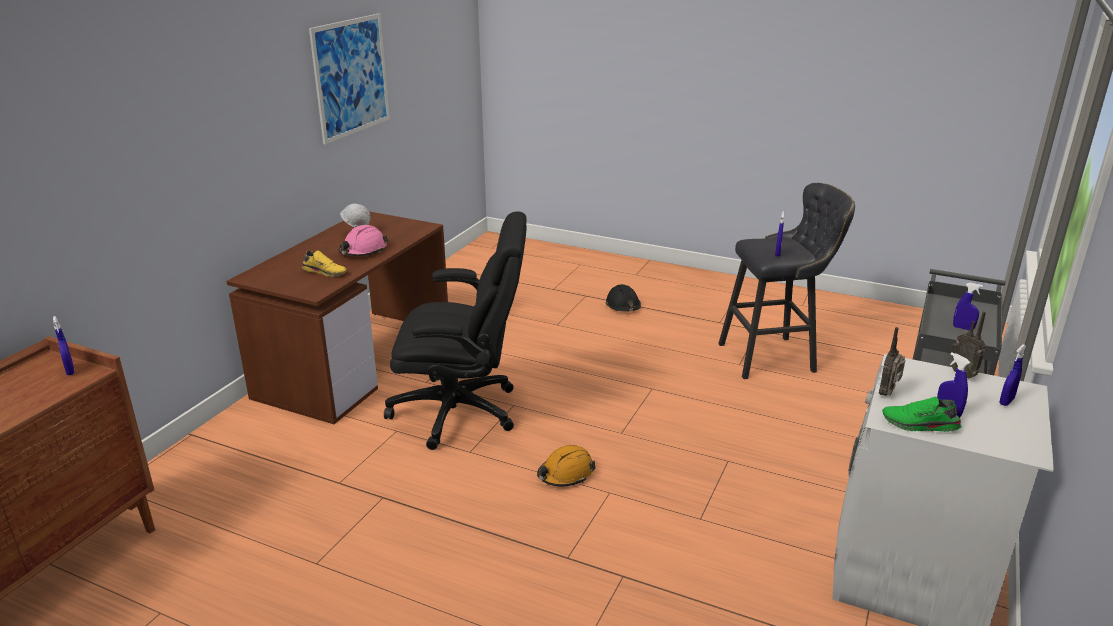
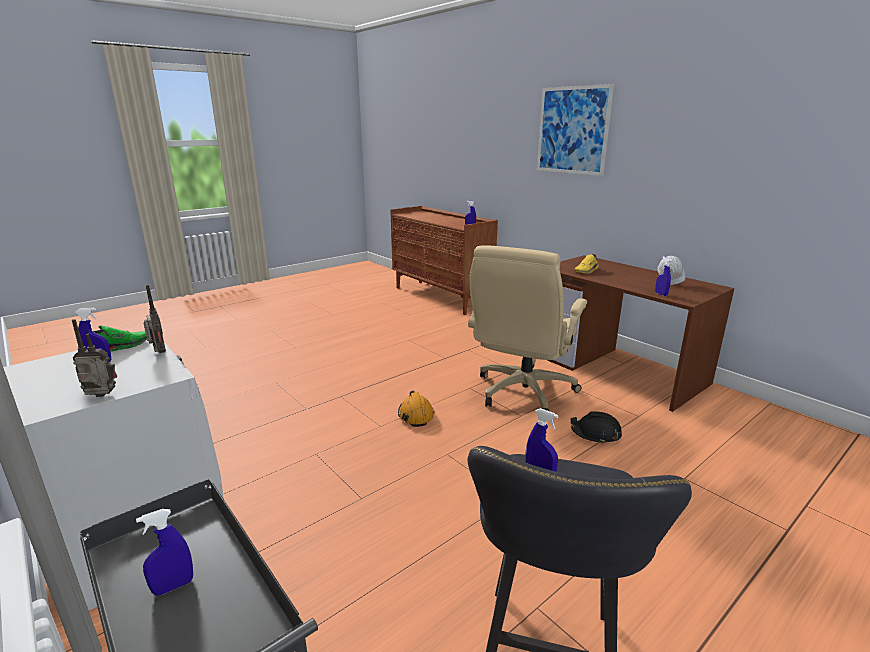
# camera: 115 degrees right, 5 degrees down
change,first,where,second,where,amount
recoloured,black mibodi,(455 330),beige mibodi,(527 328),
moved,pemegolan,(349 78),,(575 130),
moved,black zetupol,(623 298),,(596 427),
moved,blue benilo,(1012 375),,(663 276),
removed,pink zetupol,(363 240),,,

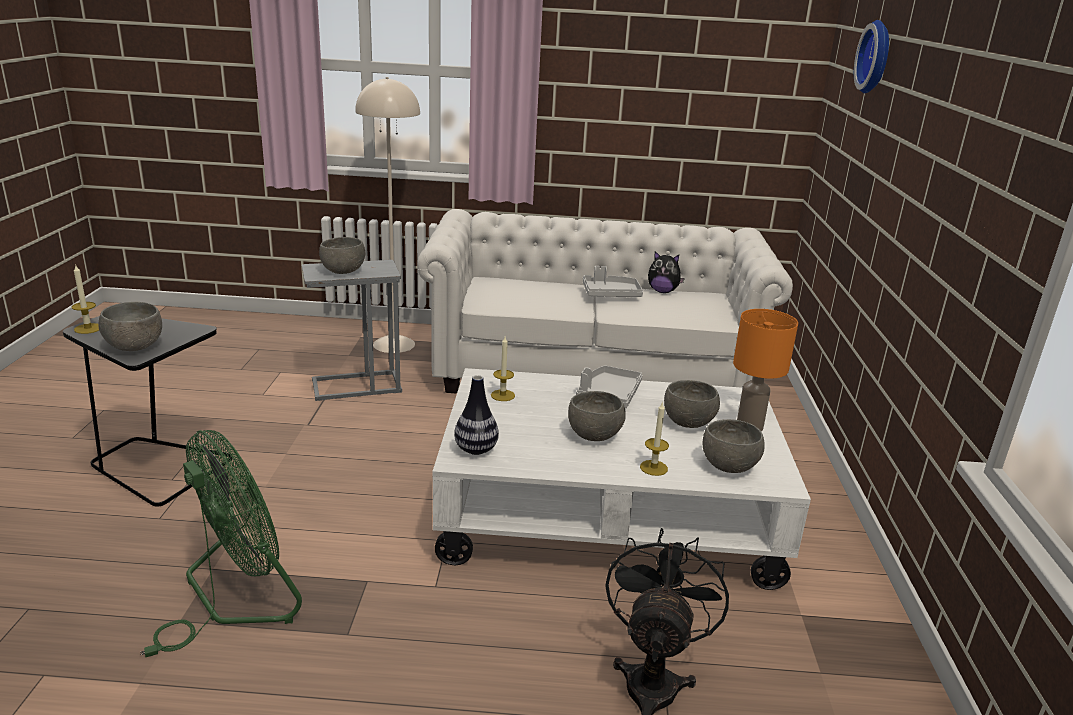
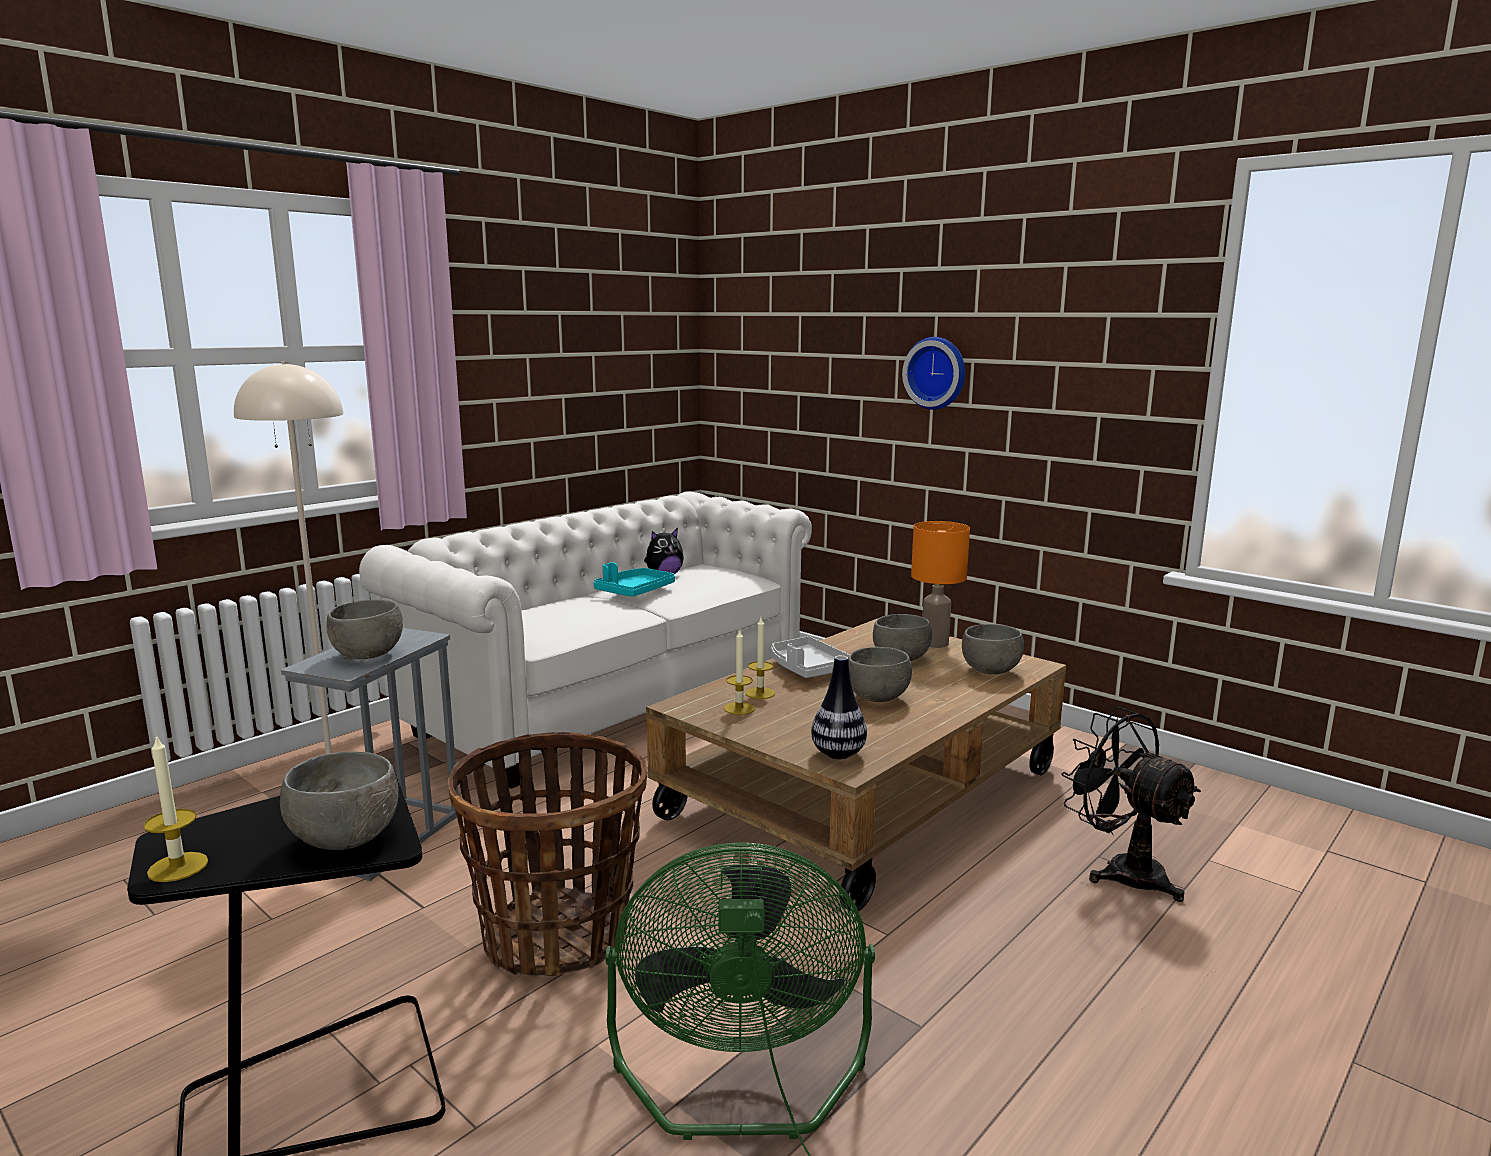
# camera: 50 degrees left, 10 degrees down
change,first,where,second,where,amount
added,,,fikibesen,(547 854),
recoloured,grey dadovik,(613 281),turquoise dadovik,(634 579),
recoloured,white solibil,(621 479),brown solibil,(856 765),
moved,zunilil,(654 438),,(760 658),
moved,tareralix,(871 56),,(933 373),

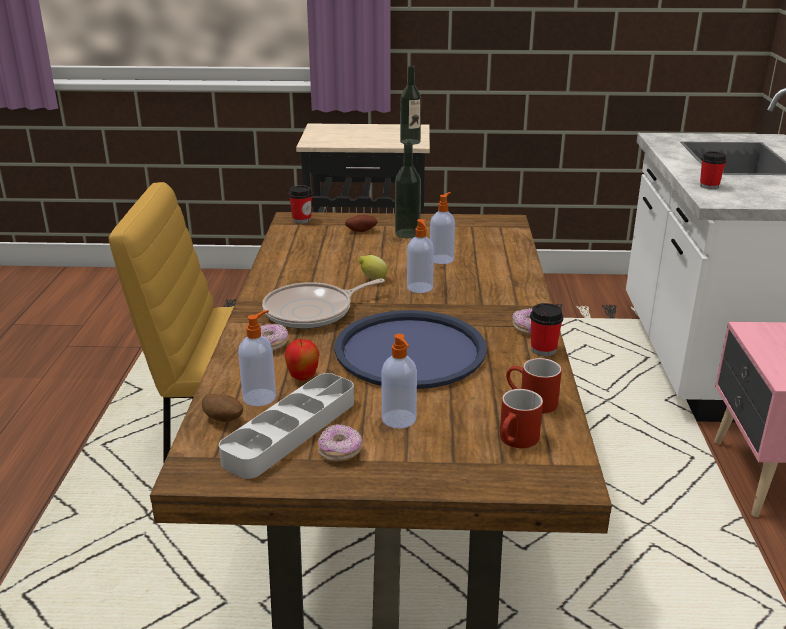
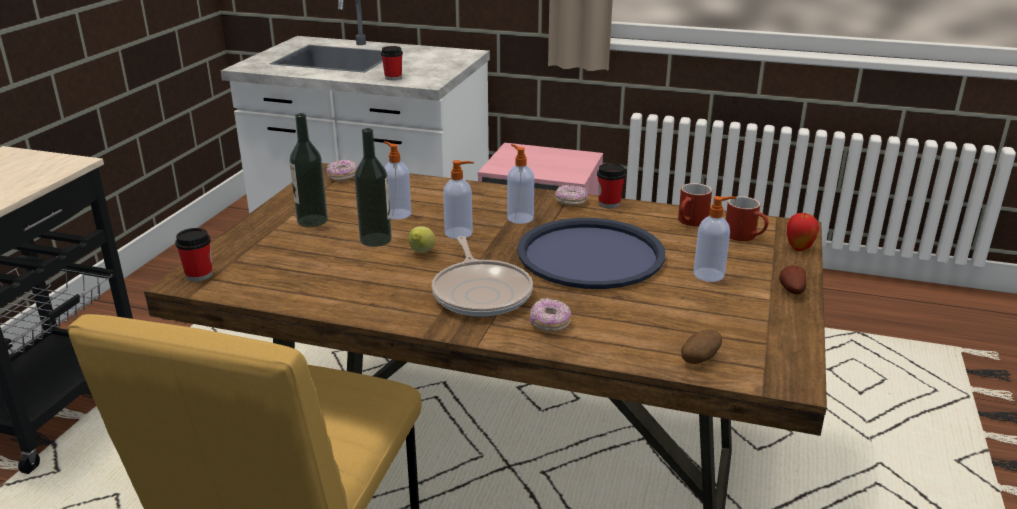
# camera: 75 degrees left, 0 degrees up
change,first,where,second,where,amount
moved,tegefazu,(340 443),,(342 170),
moved,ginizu,(410 105),,(373 187),
moved,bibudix,(257 358),,(520 184),
moved,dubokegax,(361 223),,(792 279),
moved,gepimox,(302 360),,(803 232),
removed,grey dadovik,(286 426),,,

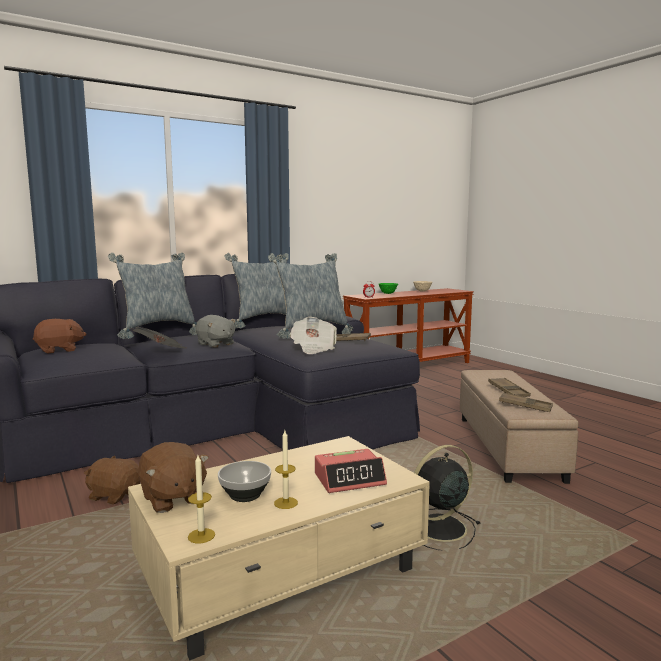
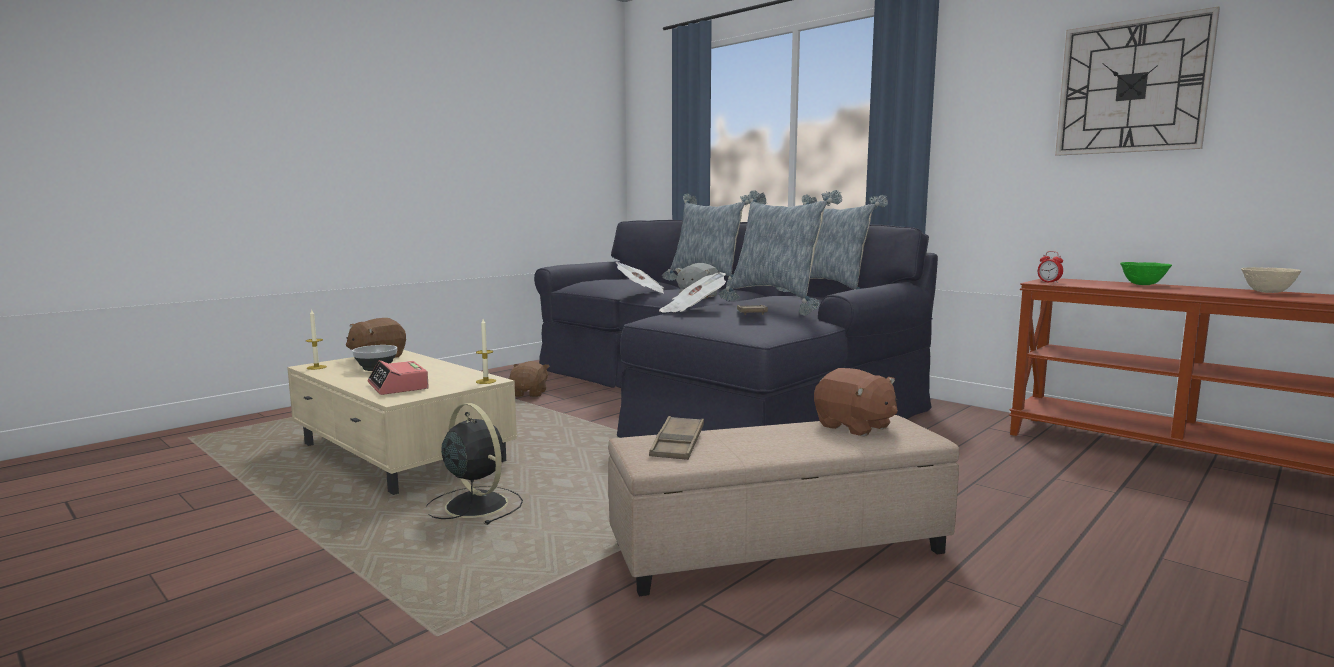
# camera: 75 degrees right, 0 degrees up
change,first,where,second,where,amount
moved,zunilil,(286 470),,(486 351),
moved,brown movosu,(59 336),,(856 402),
added,,,tareralix,(1137 81),
removed,brown dadovik,(509 387),,,

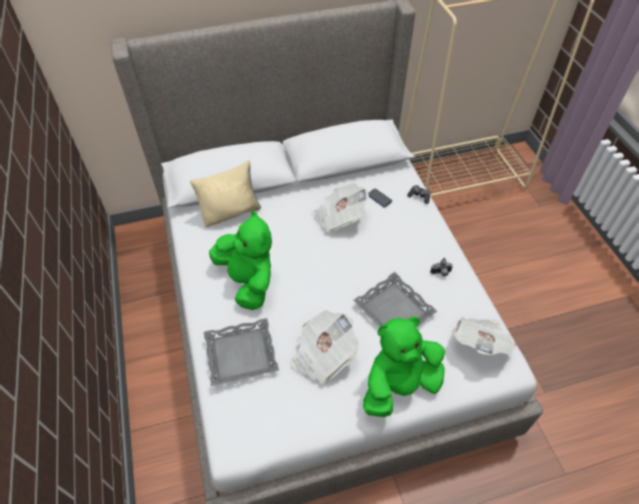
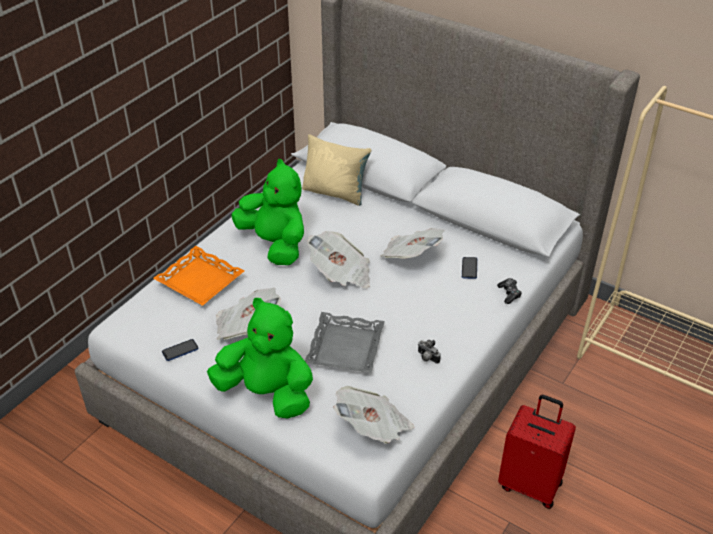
# camera: 50 degrees right, 10 degrees down
change,first,where,second,where,amount
recoloured,grey dadovik,(241 352),orange dadovik,(198 276),
added,,,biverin,(180 350),
turned,green movosu,(240 260),,(267 212),60 degrees counterclockwise
added,,,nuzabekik,(338 259),
added,,,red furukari,(537 452),

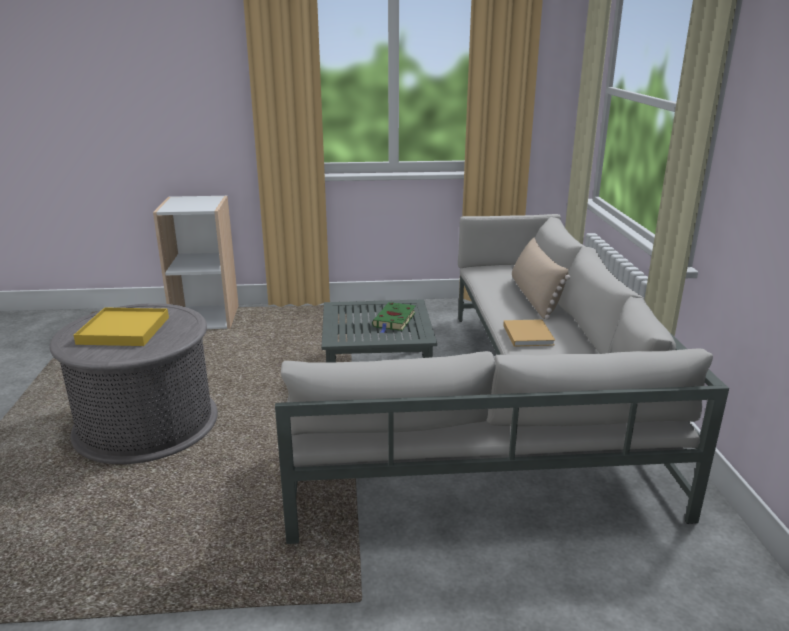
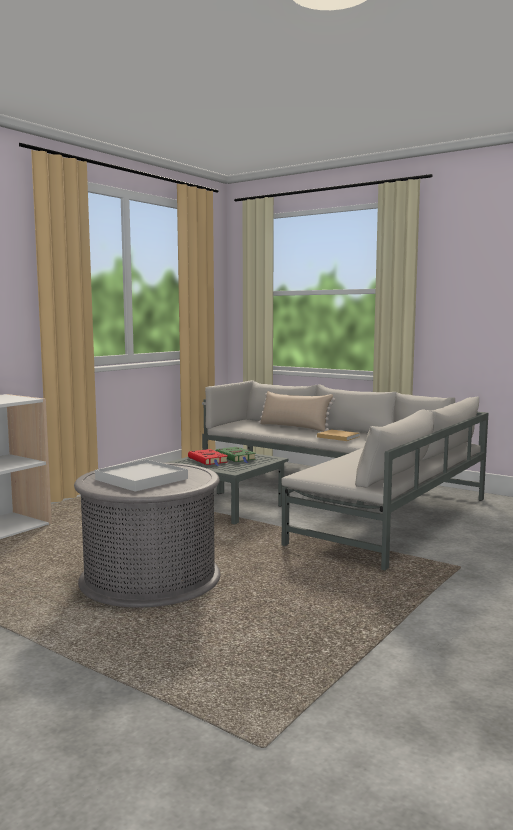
# camera: 50 degrees left, 15 degrees down
change,first,where,second,where,amount
recoloured,yellow dadovik,(121 326),white dadovik,(141 476),
added,,,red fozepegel,(208 457),

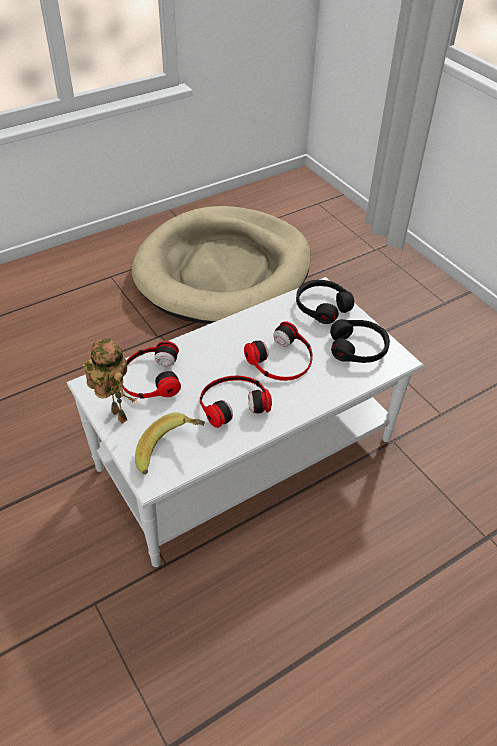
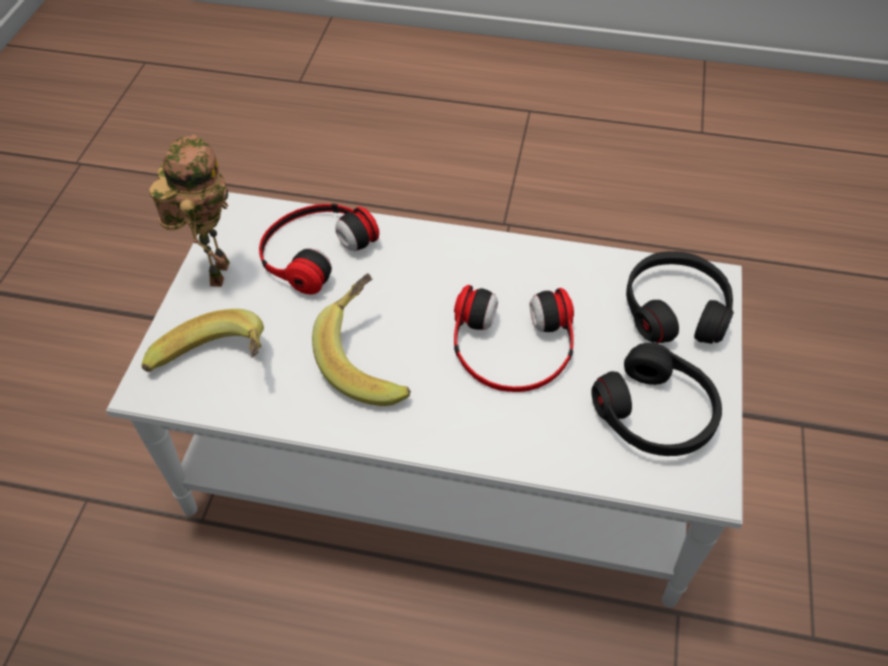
# camera: 45 degrees right, 5 degrees up
change,first,where,second,where,amount
replaced,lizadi,(236 402),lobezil,(361 340),
removed,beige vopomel,(221 265),,,

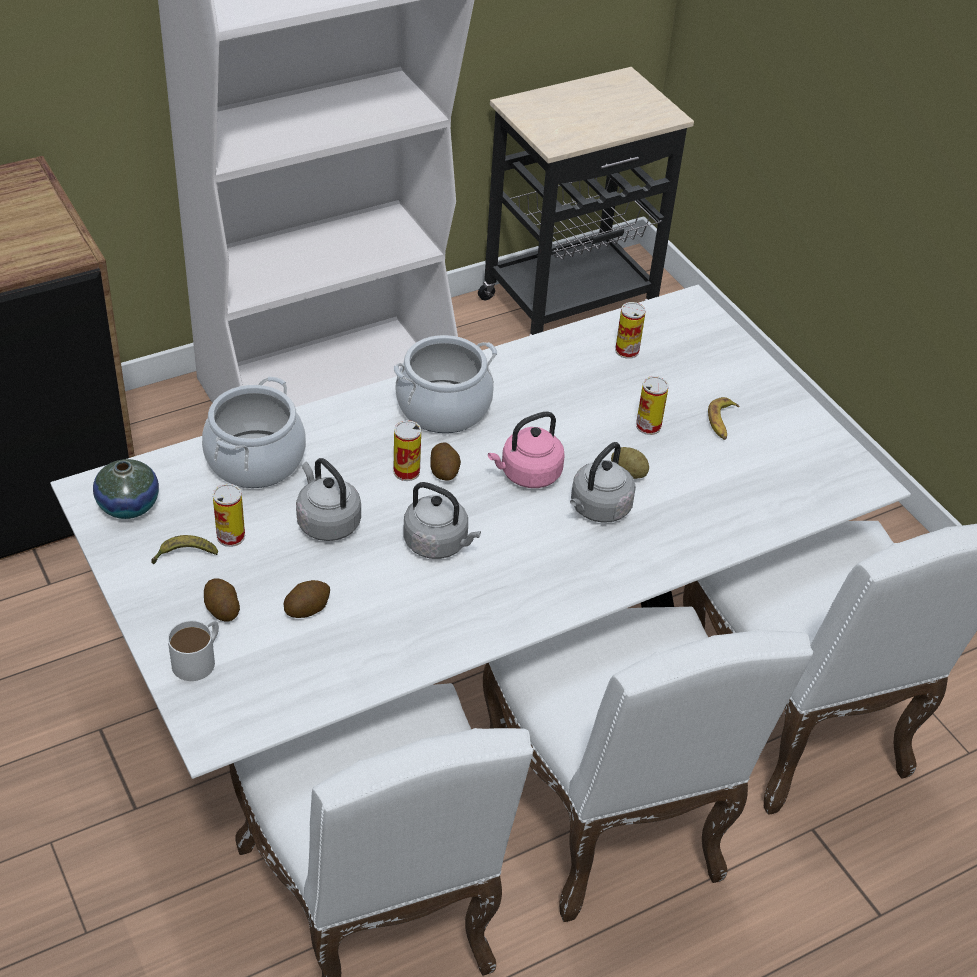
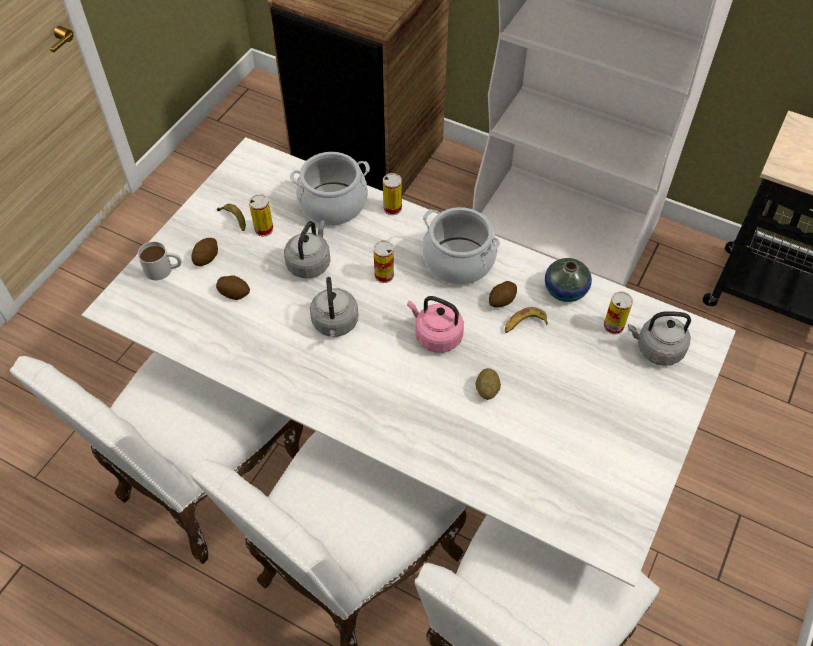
# camera: 60 degrees right, 10 degrees up
change,first,where,second,where,amount
moved,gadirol,(652 405),,(392 194),
moved,dubokegax,(445 461),,(503 294),
moved,lobezil,(724 418),,(526 320),
moved,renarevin,(126 489),,(568 280),
moved,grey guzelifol,(603 482),,(659 338),

